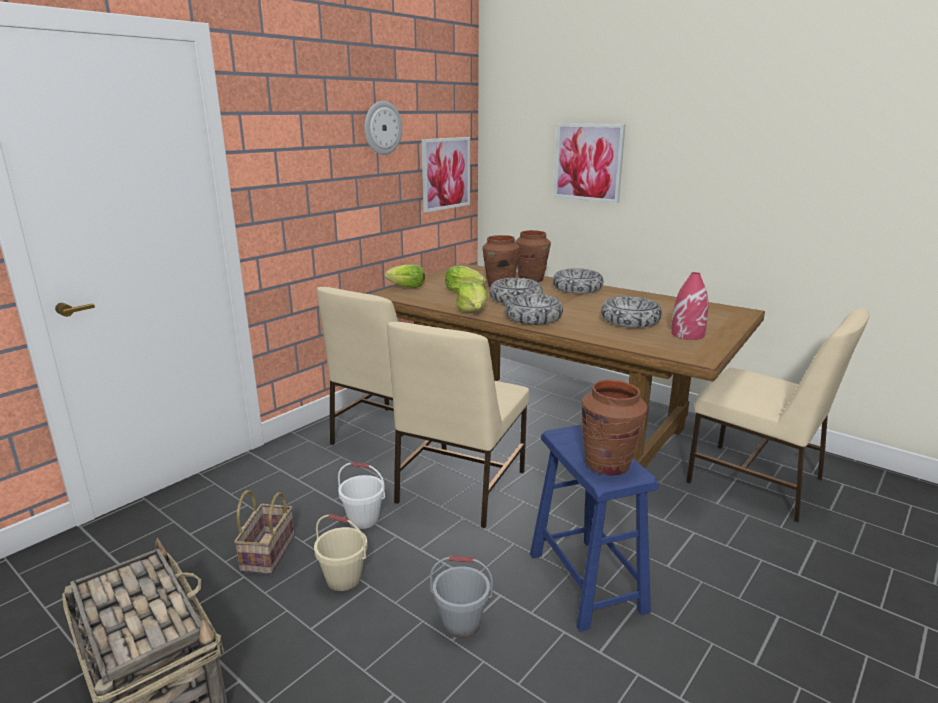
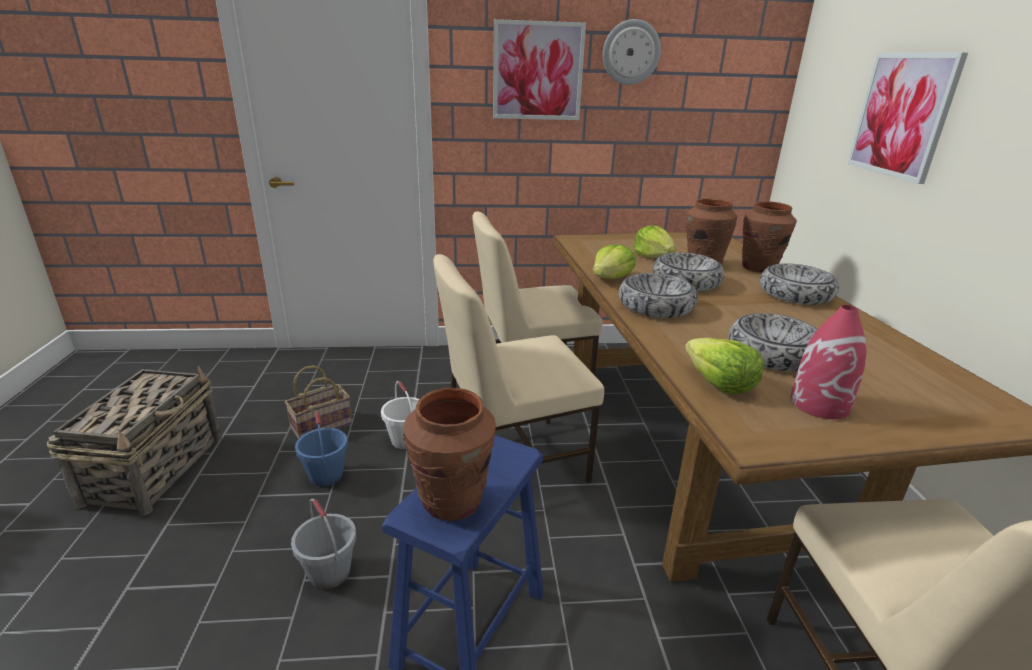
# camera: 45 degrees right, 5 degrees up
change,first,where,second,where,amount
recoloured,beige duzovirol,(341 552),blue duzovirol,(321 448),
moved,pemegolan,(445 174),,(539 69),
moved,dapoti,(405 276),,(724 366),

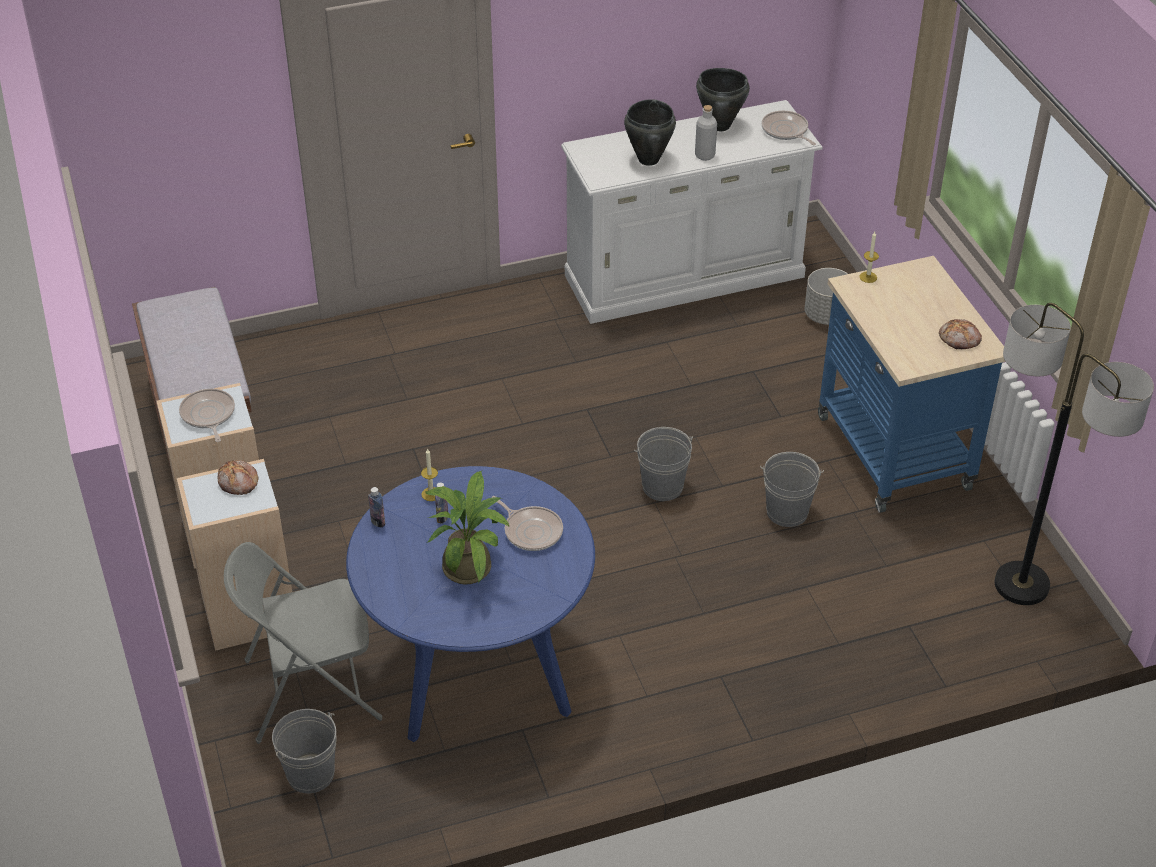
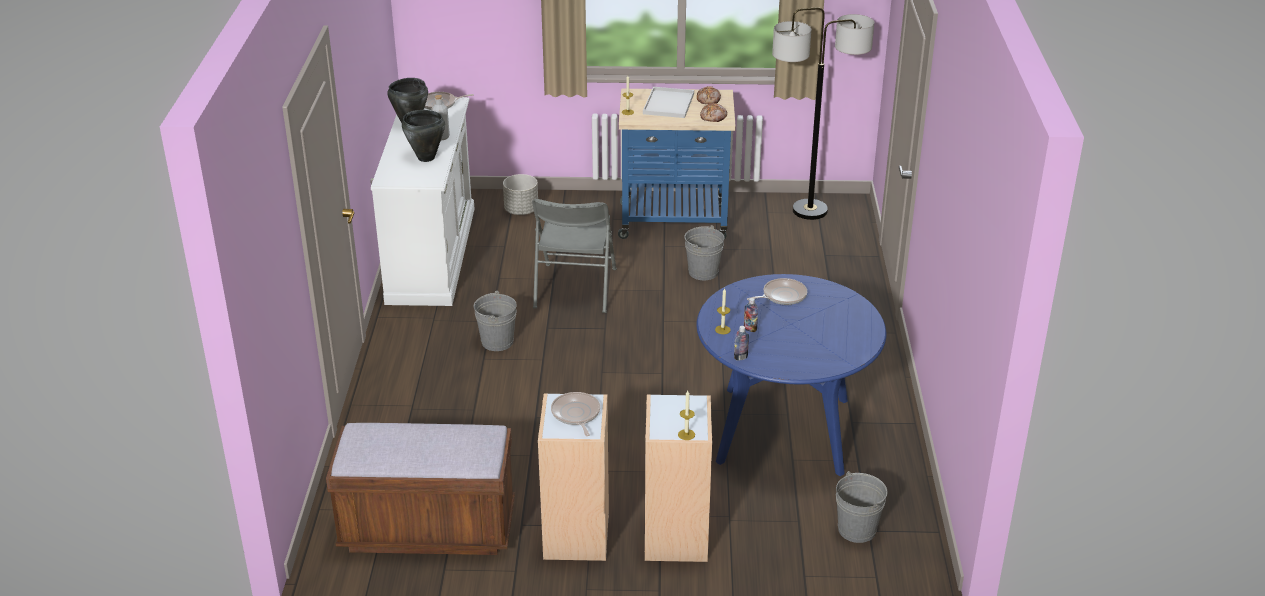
# camera: 70 degrees left, 10 degrees down
change,first,where,second,where,amount
moved,grey duzovirol,(663 464),,(495 321),
moved,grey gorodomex,(303 643),,(574 256),
turned,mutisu,(207 415),,(575 414),75 degrees clockwise
added,,,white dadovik,(668 102),
added,,,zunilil,(686 415),
moved,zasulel,(238 477),,(713 112),
removed,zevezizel,(467 527),,,

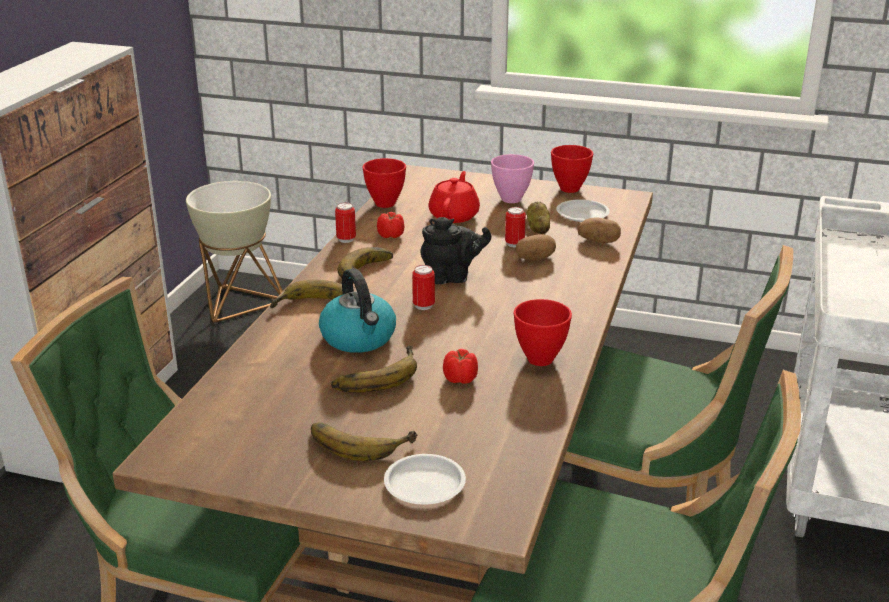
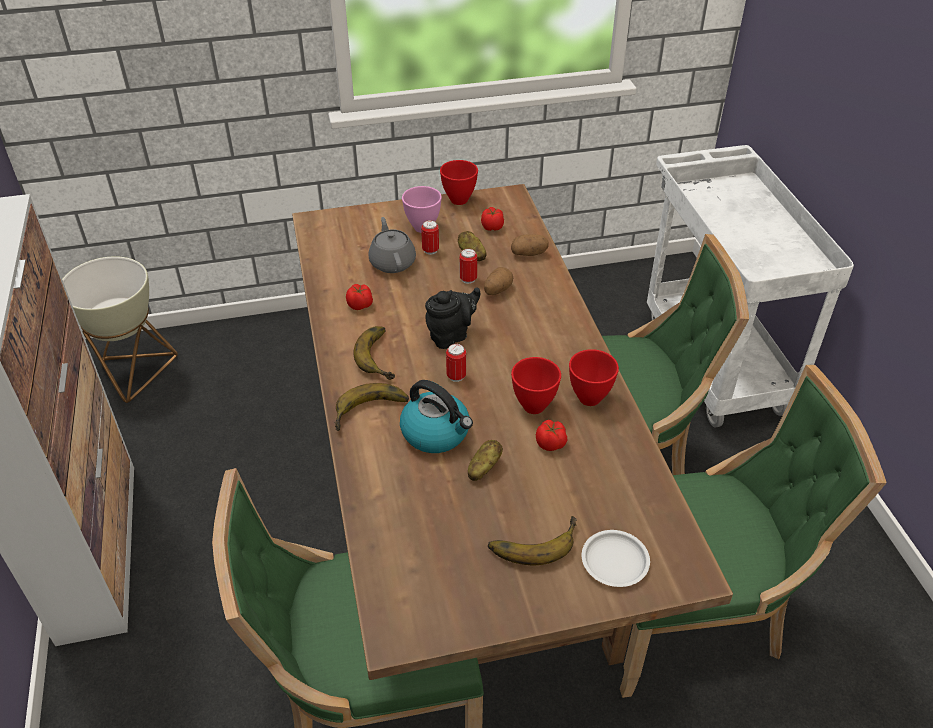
# camera: 30 degrees left, 15 degrees up
change,first,where,second,where,amount
recoloured,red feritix,(454 197),grey feritix,(392 245),
moved,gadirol,(345 223),,(430 237),
replaced,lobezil,(374 369),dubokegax,(485 460),
replaced,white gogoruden,(583 210),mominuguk,(492 219),
moved,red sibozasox,(384 183),,(536 385),

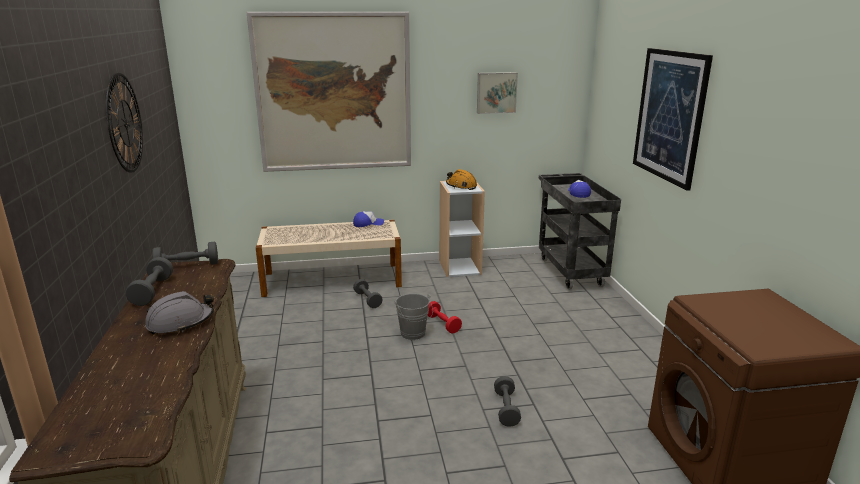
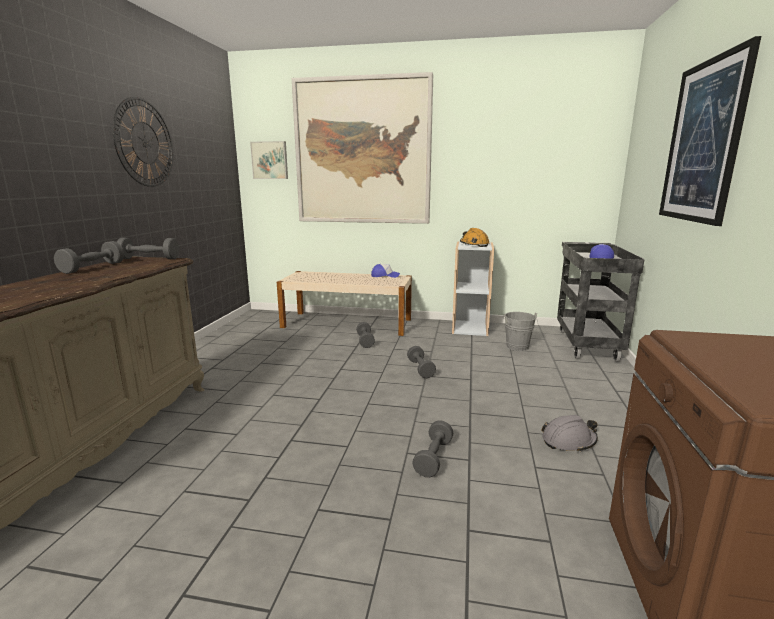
# camera: 20 degrees right, 5 degrees down
change,first,where,second,where,amount
moved,pemegolan,(497 93),,(269 160),
recoloured,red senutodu,(445 317),grey senutodu,(421 362),
moved,grey duzovirol,(413 316),,(521 331),
moved,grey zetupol,(179 312),,(569 433),

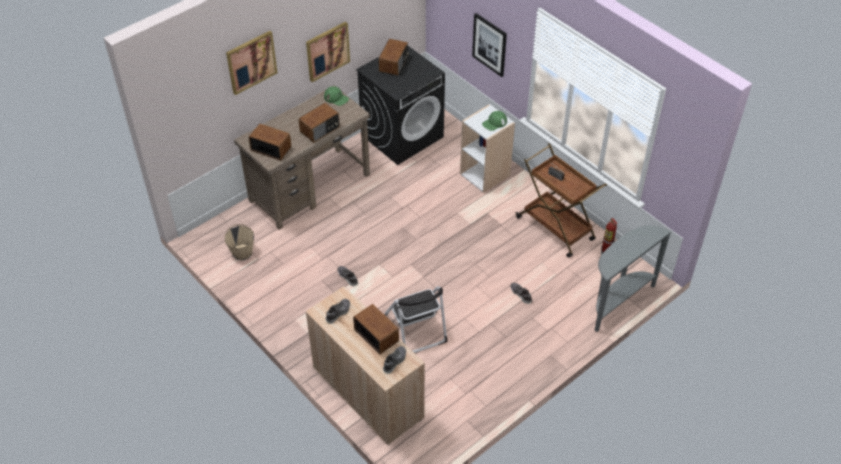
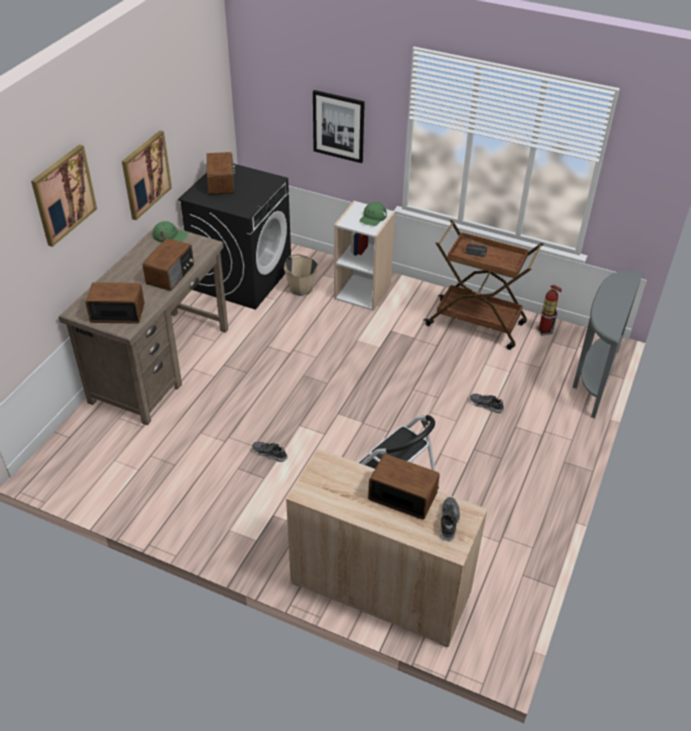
# camera: 25 degrees left, 5 degrees down
change,first,where,second,where,amount
moved,beige duzovirol,(239 242),,(301 275),
removed,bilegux,(337 311),,,

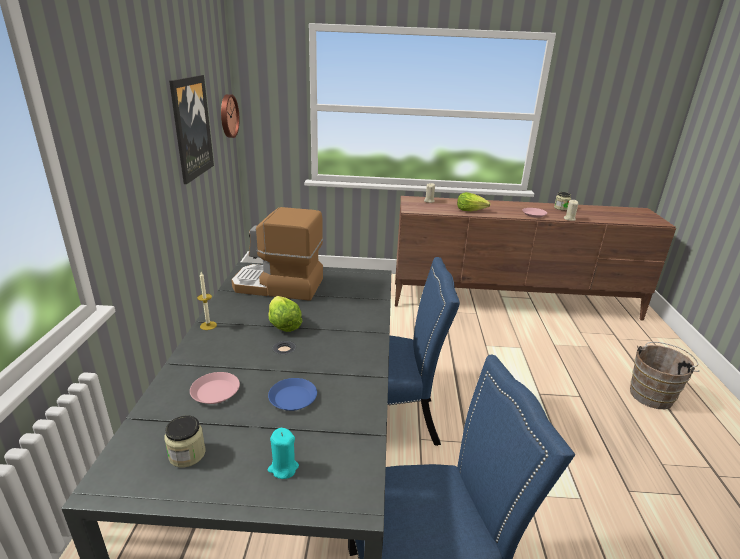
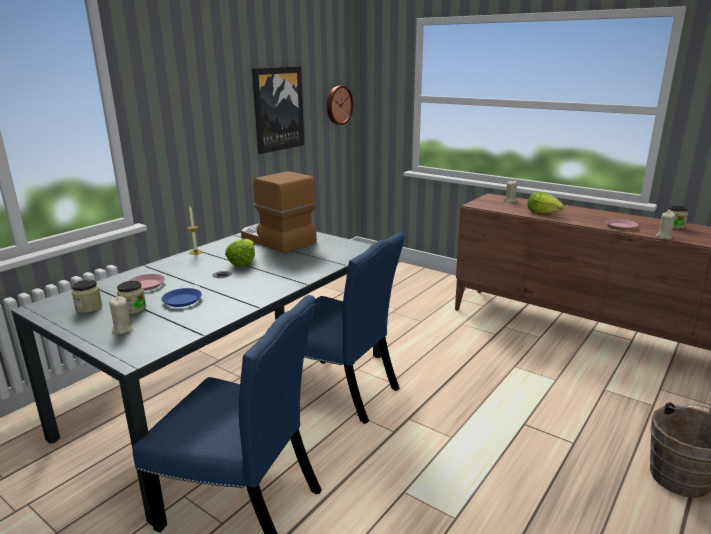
# camera: 35 degrees right, 5 degrees down
change,first,where,second,where,amount
recoloured,turquoise zunilil,(283 453),beige zunilil,(121 315),
added,,,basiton,(131 297),

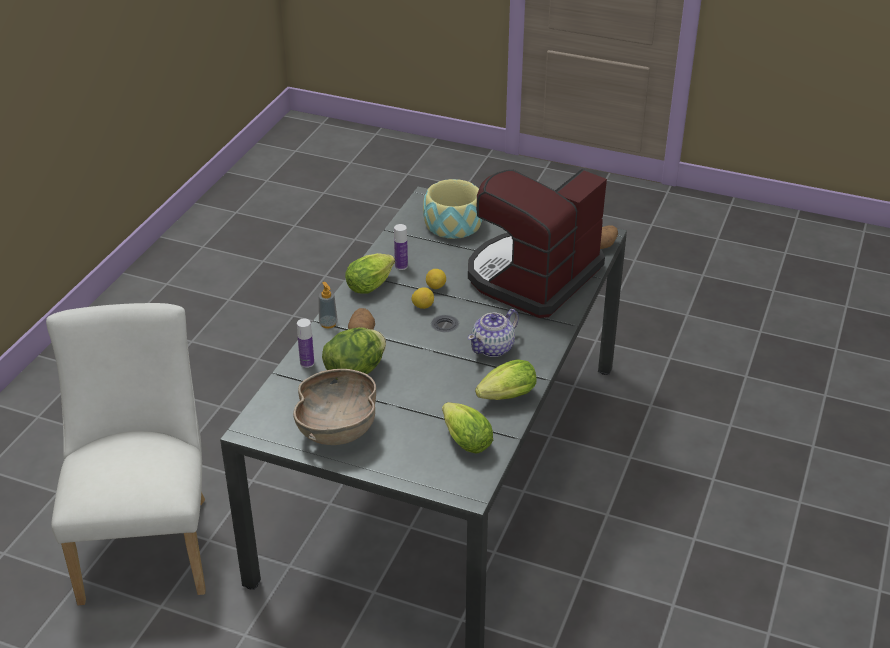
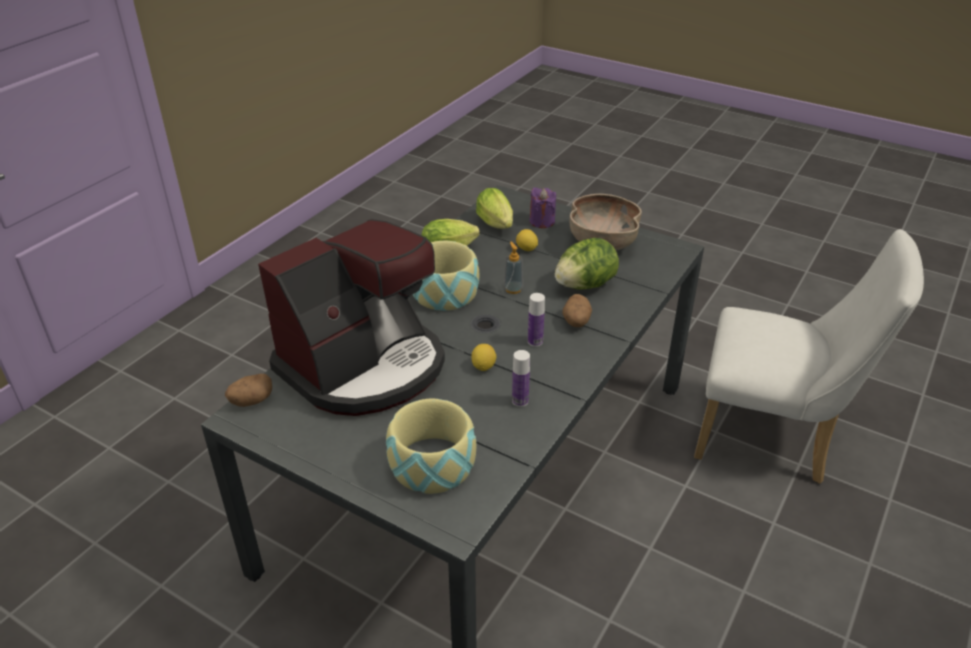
# camera: 170 degrees left, 0 degrees up
change,first,where,second,where,amount
replaced,feritix,(493 333),sibozasox,(445 276),
moved,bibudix,(328 305),,(513 267),
moved,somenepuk,(423 298),,(527 240),
moved,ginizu,(305 343),,(536 320),
added,,,purple zunilil,(542 207),
turned,white gorodomex,(126 454),,(809 356),75 degrees counterclockwise
removed,dapoti,(370 273),,,

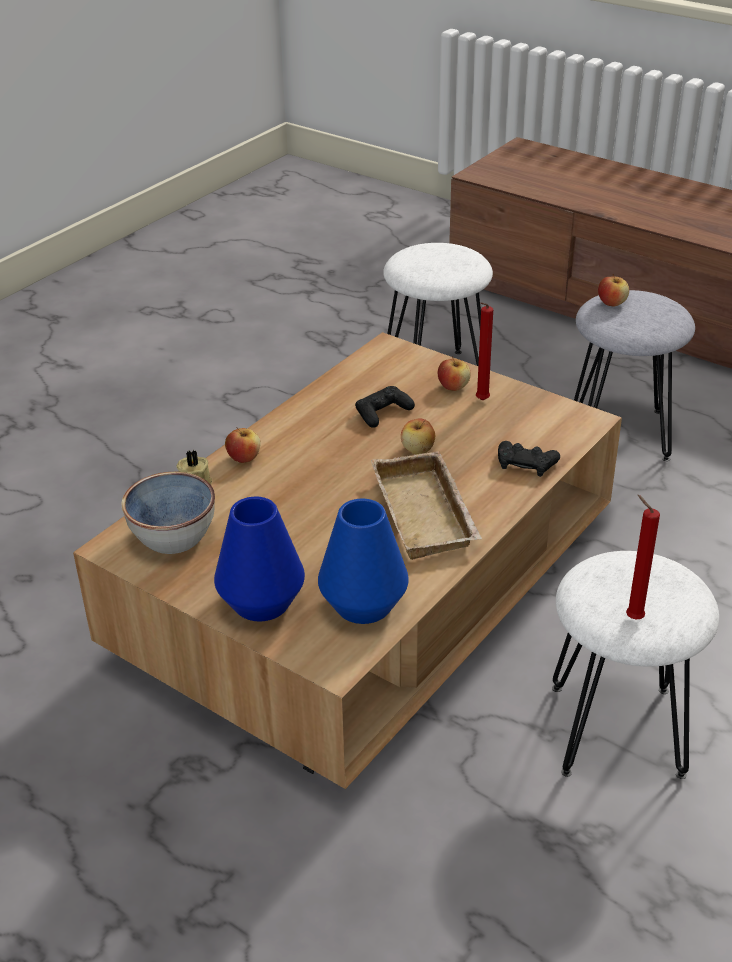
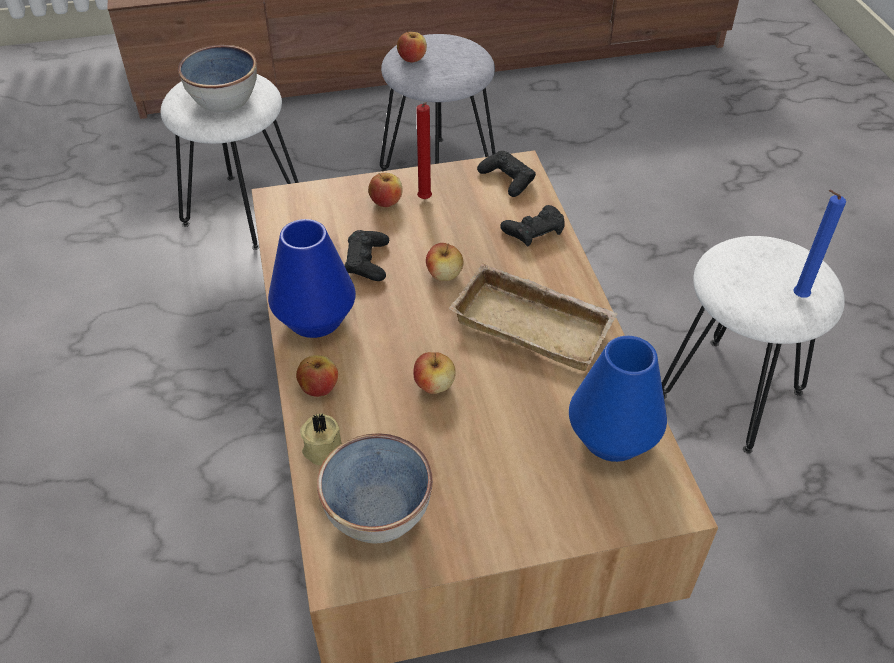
# camera: 50 degrees left, 10 degrees up
change,first,where,second,where,amount
added,,,sibozasox,(217 79),
moved,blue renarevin,(259 559),,(312 278),
added,,,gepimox,(434 373),
added,,,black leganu,(506 174),
recoloured,red zunilil,(643 557),blue zunilil,(819 244),

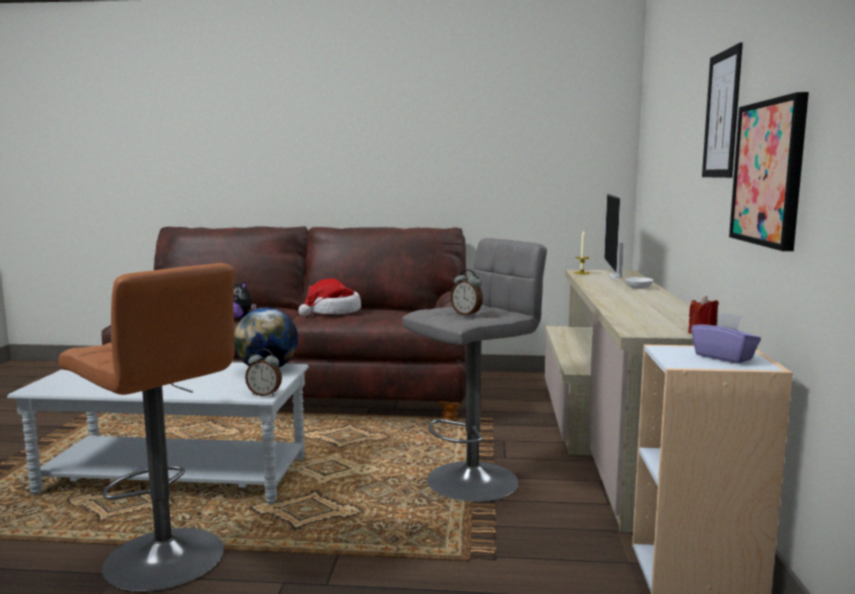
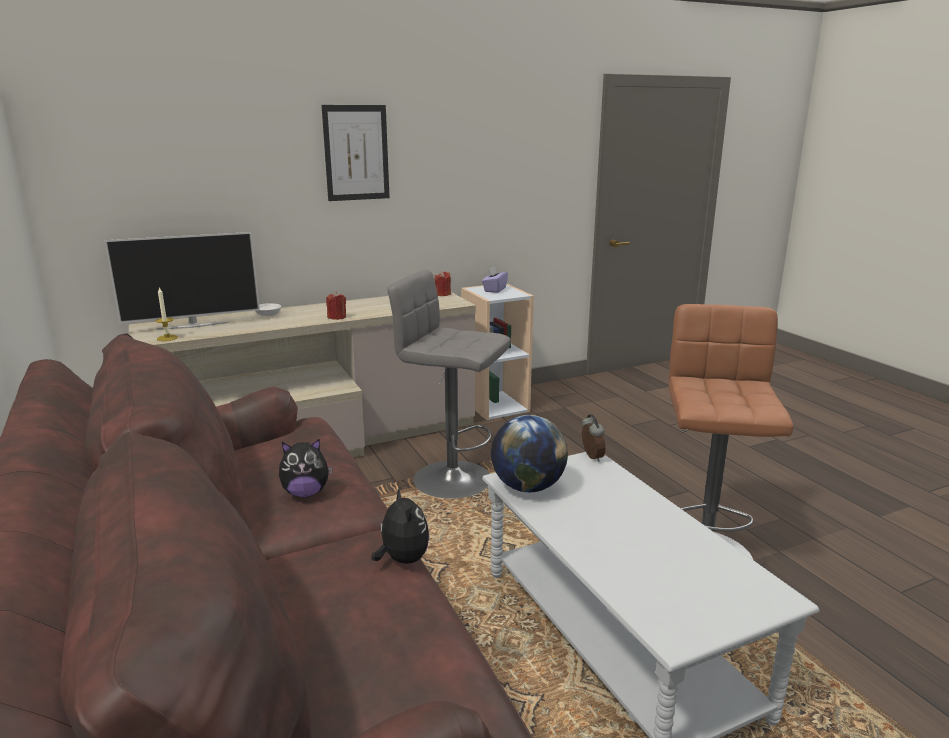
# camera: 120 degrees left, 10 degrees up
change,first,where,second,where,amount
replaced,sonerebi,(329 297),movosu,(306 468),
added,,,red zunilil,(336 306),
removed,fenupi,(467 293),,,
removed,pemegolan,(769 171),,,

